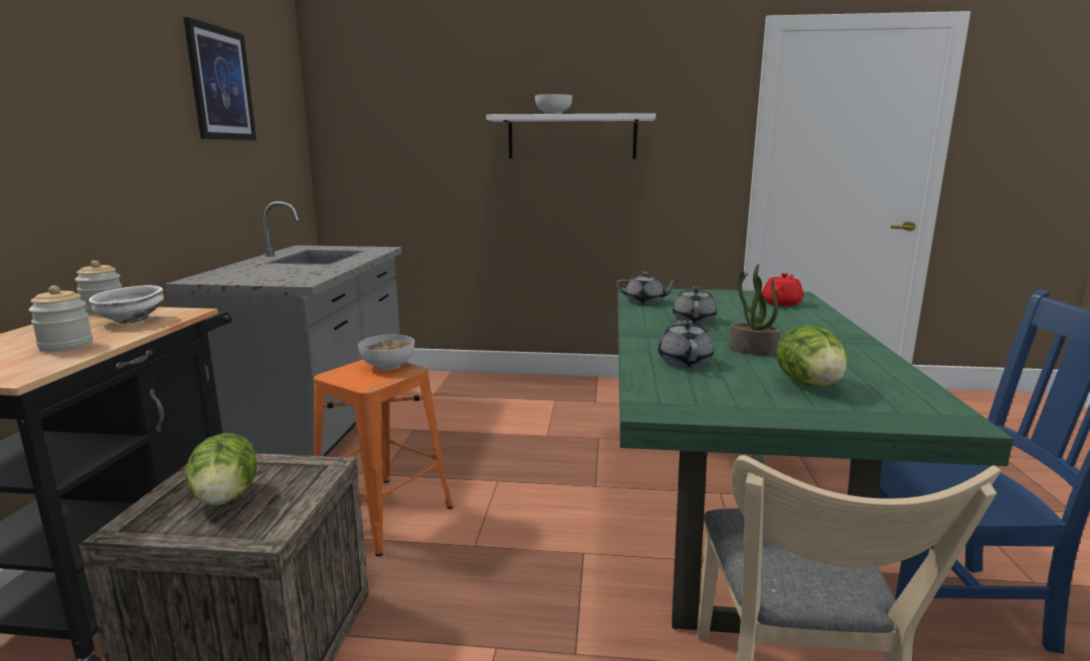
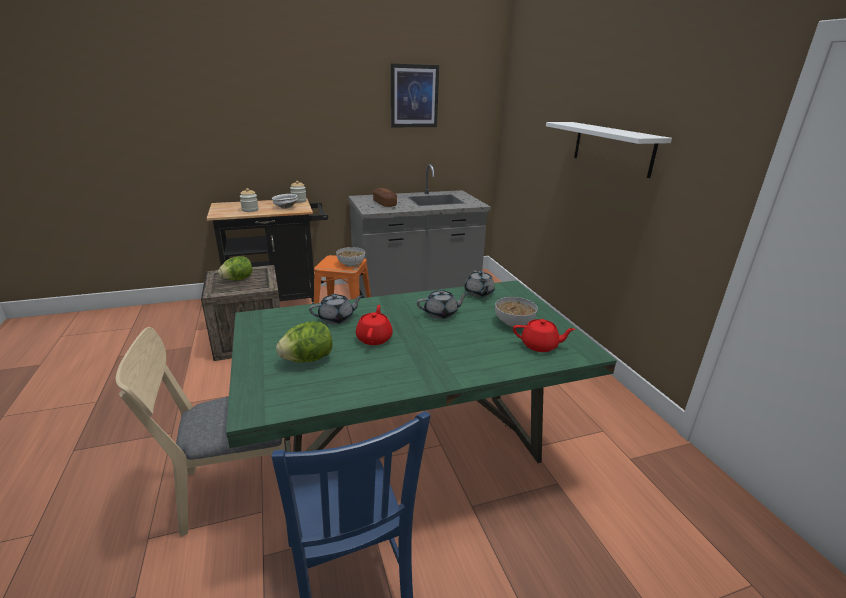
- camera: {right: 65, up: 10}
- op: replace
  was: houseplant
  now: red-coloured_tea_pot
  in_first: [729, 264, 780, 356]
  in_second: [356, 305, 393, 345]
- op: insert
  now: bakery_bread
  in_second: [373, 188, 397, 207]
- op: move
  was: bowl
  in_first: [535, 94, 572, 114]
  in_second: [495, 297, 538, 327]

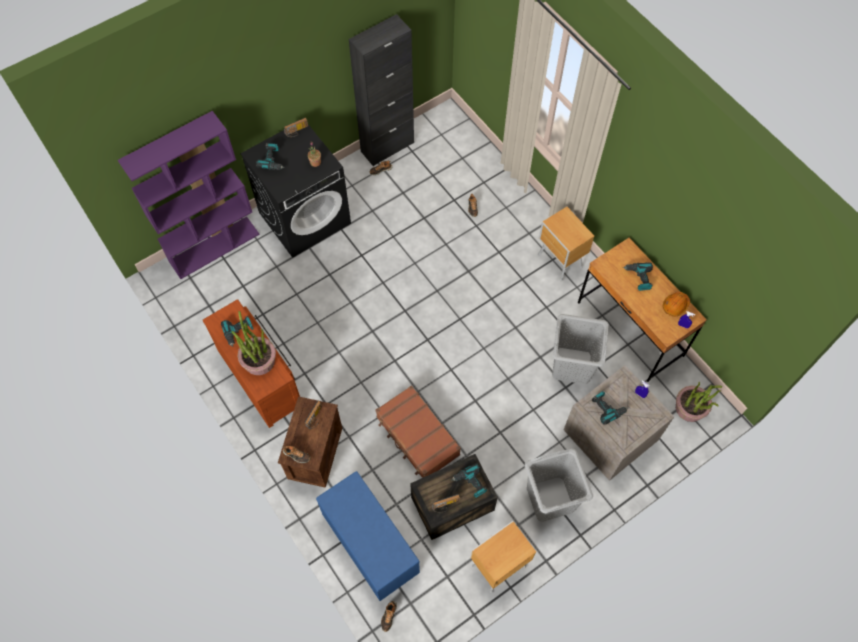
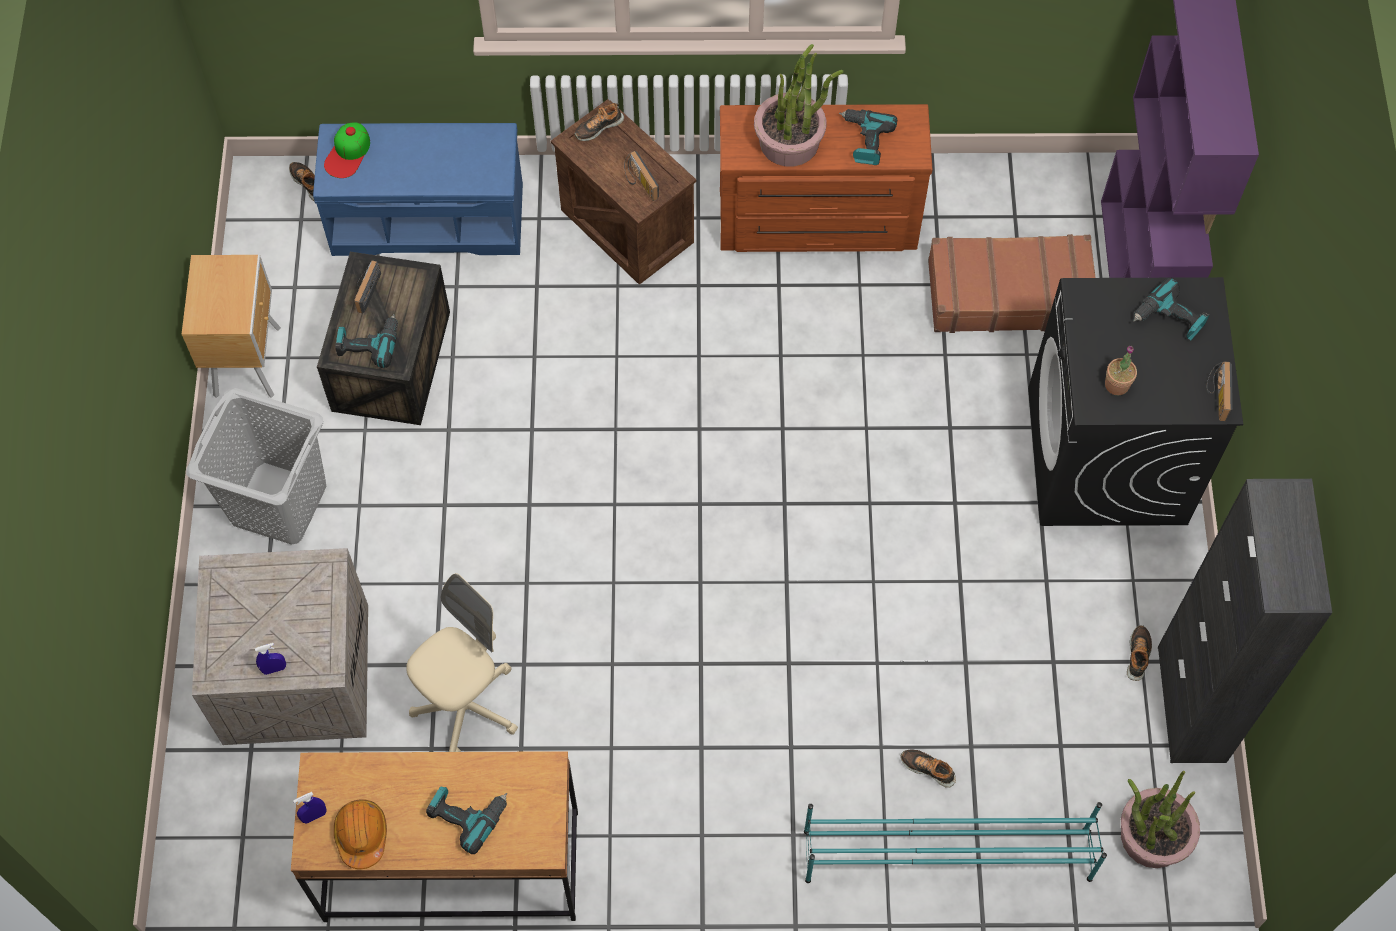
- camera: {right: 125, up: 0}
- op: insert
  now: cap
  in_second: [324, 122, 370, 178]
- op: replace
  was: greyish_laundry_basket
  now: beige_office_chair
  in_first: [552, 314, 609, 384]
  in_second: [406, 573, 518, 752]
- op: insert
  now: turquoise-coloured_shoe_rack
  in_second: [804, 802, 1107, 883]
- op: move
  was: brown_suitcase
  in_first: [376, 385, 461, 478]
  in_second: [928, 234, 1096, 333]
- op: move
  was: houseplant
  in_first: [676, 382, 723, 422]
  in_second: [1121, 771, 1200, 868]
- op: delete
  was: brown_night_table
  in_first: [538, 207, 594, 281]
- op: delete
  was: electric_drill
  in_first: [592, 391, 628, 425]

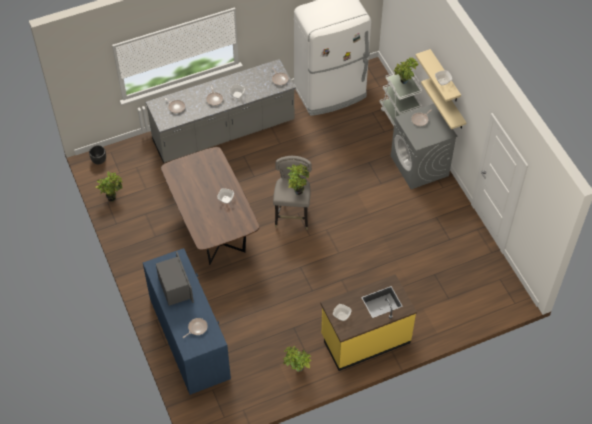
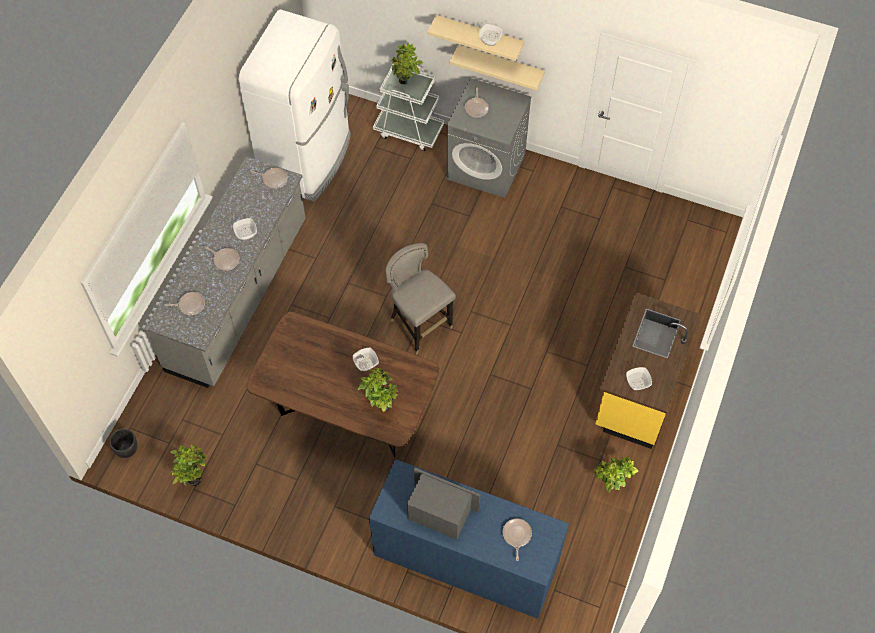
- camera: {right: -45, up: 5}
- op: move
  was: houseplant
  in_first: [286, 163, 309, 195]
  in_second: [358, 368, 398, 412]

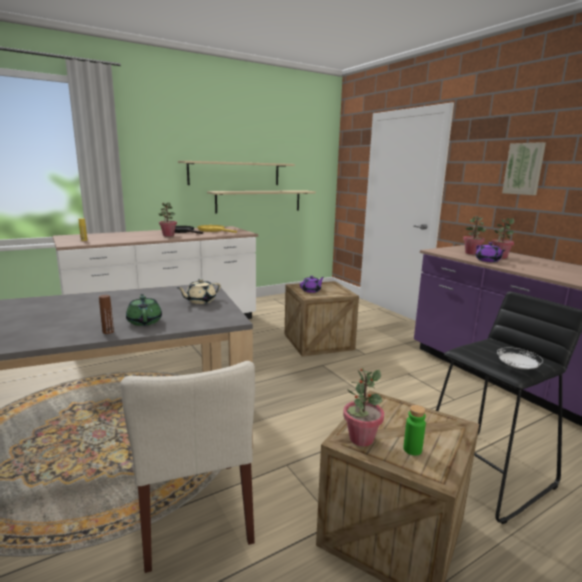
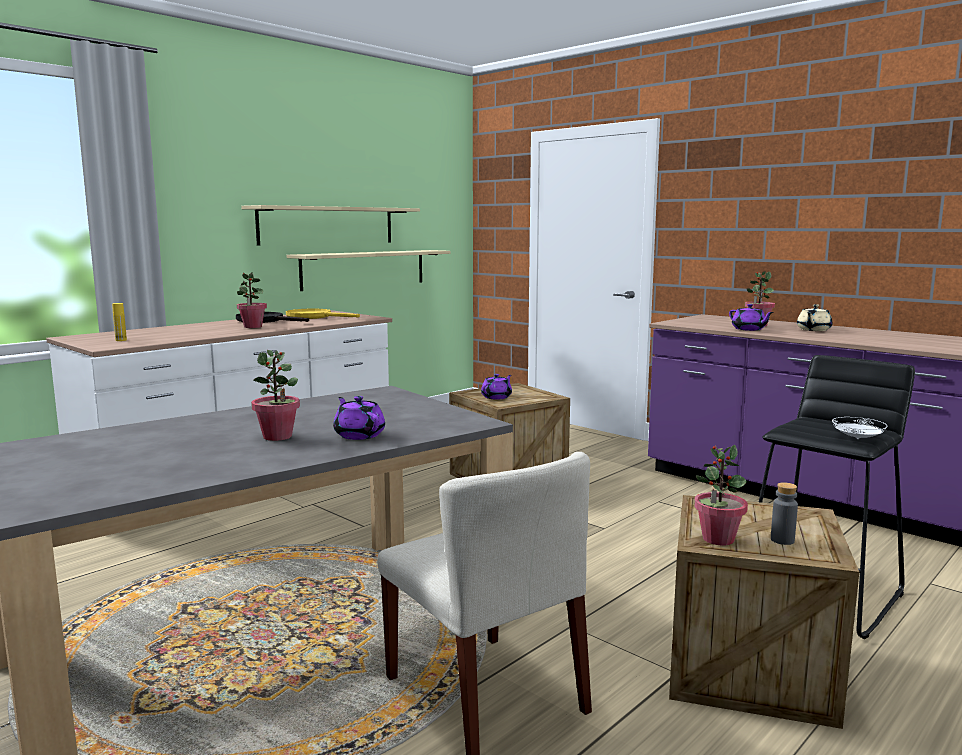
- camera: {right: -15, up: -5}
- op: move
  was: houseplant
  in_first: [463, 215, 486, 255]
  in_second: [251, 350, 300, 441]
- op: recolor
  was: green-coloured_tea_pot
  now: purple-coloured_tea_pot
  in_first: [126, 294, 162, 326]
  in_second: [333, 396, 385, 440]
- op: recolor
  was: green-coloured_drink_bottle
  now: greyish_drink_bottle
  in_first: [403, 405, 426, 456]
  in_second: [771, 482, 798, 545]
- op: move
  was: beige_tea_pot
  in_first: [177, 279, 221, 304]
  in_second: [797, 304, 832, 331]
- op: delete
  was: brown_drink_bottle
  in_first: [99, 295, 114, 334]
- op: delete
  was: wall_picture
  in_first: [502, 142, 546, 195]

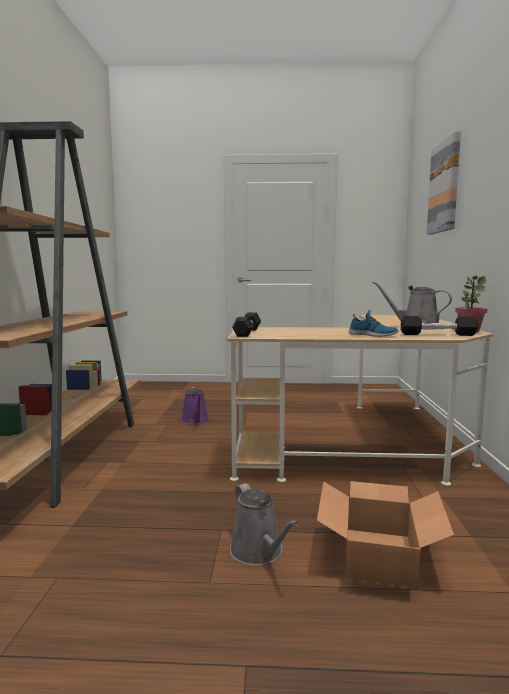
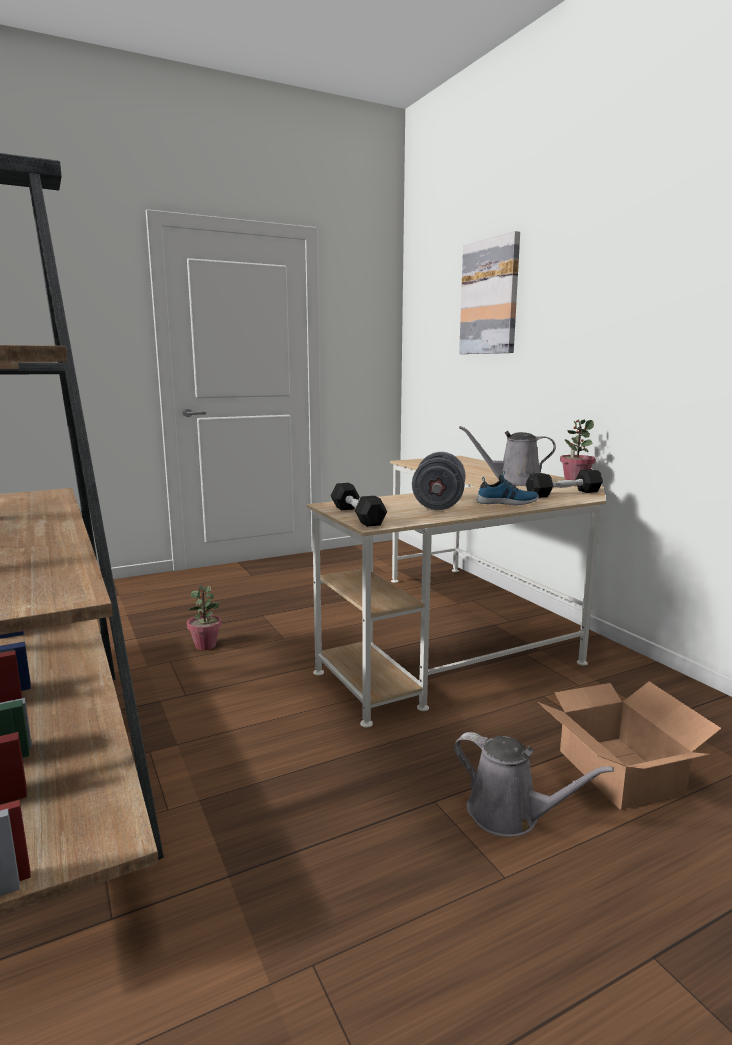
- camera: {right: -30, up: 5}
- op: replace
  was: purple-coloured_sprinkling_can
  now: houseplant
  in_first: [181, 387, 210, 424]
  in_second: [187, 585, 222, 650]
- op: insert
  now: greyish_free_weight
  in_second: [412, 452, 465, 510]

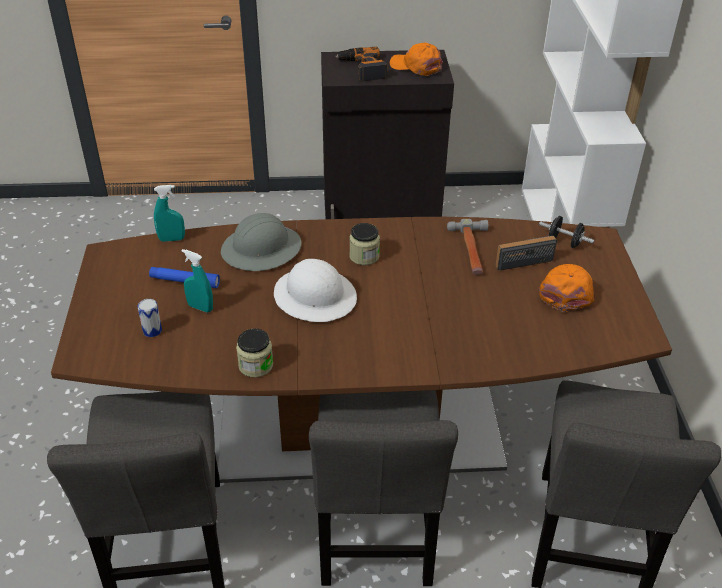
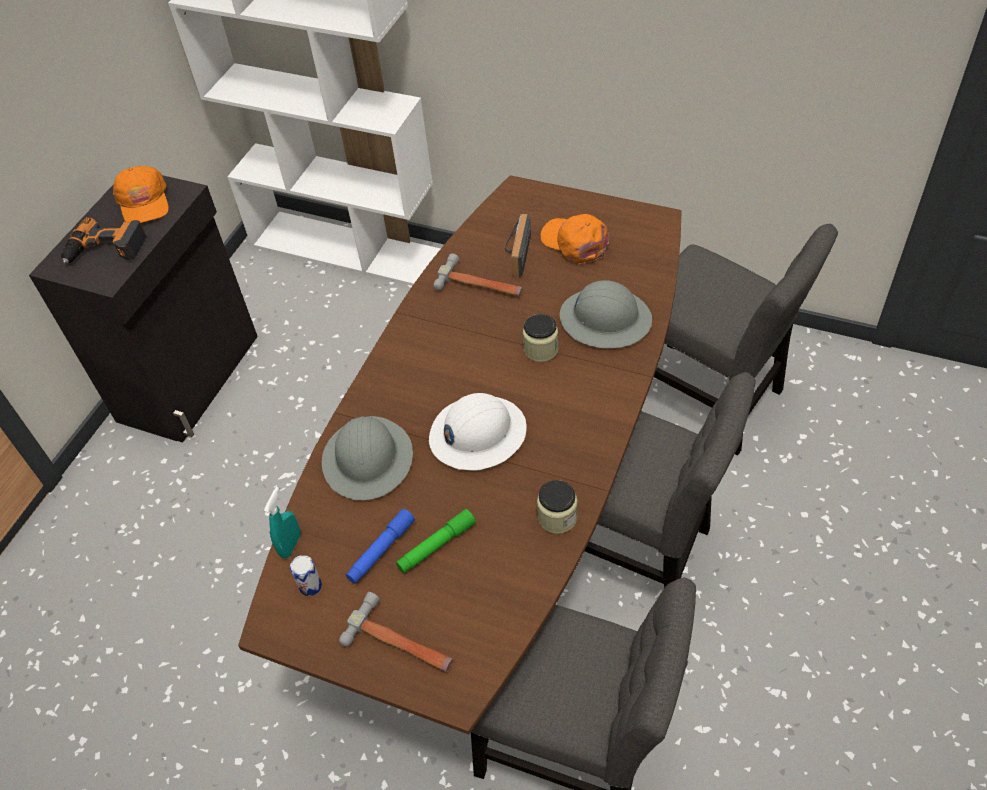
- camera: {right: -60, up: 10}
- op: rotate
  was: orange_cap
  in_first: [390, 43, 443, 76]
  in_second: [113, 166, 168, 223]
  clockwise: -75
- op: move
  was: sealed_can
  in_first: [137, 299, 162, 337]
  in_second: [290, 555, 322, 596]
- op: insert
  now: tool_hammer
  in_second: [339, 592, 453, 672]
- op: replace
  was: turquoise-coloured_sprayer
  now: green-coloured_hand_torch
  in_first: [182, 249, 213, 312]
  in_second: [396, 509, 476, 573]
- op: move
  was: jar
  in_first: [349, 223, 380, 265]
  in_second: [523, 314, 558, 362]
- op: insert
  now: greyish_safety_helmet
  in_second: [560, 280, 652, 348]
- op: delete
  was: black-coloured_free_weight
  in_first: [539, 216, 595, 248]

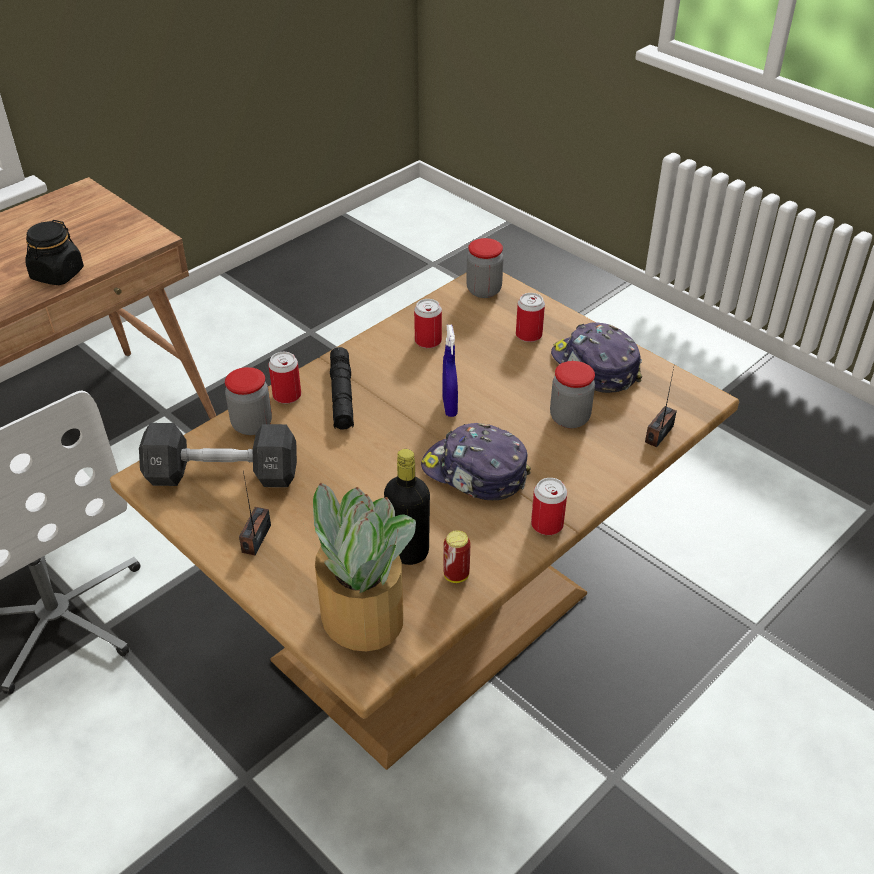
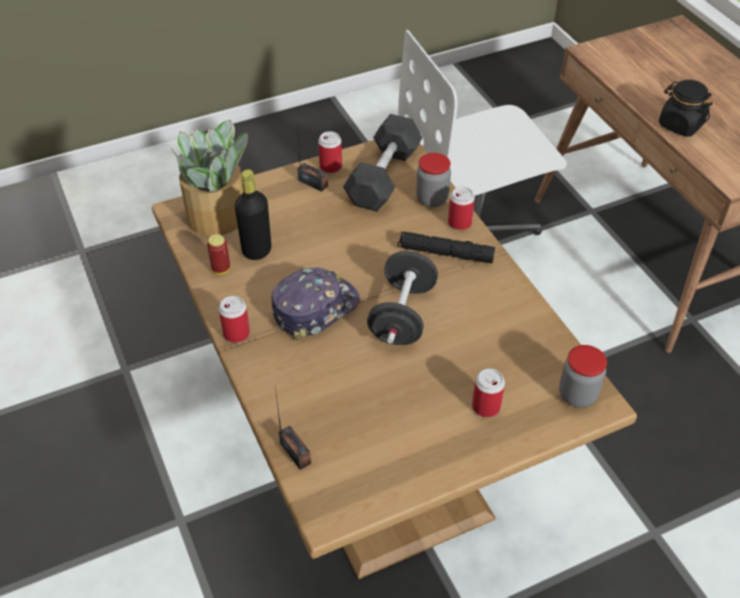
- camera: {right: 110, up: 5}
- op: move
  was: sealed_can
  in_first: [414, 299, 442, 348]
  in_second: [318, 131, 342, 173]
- op: replace
  was: bluish_sprayer
  now: black-coloured_free_weight
  in_first: [442, 325, 458, 417]
  in_second: [367, 251, 438, 345]
- op: delete
  was: jar
  in_first: [550, 361, 595, 428]
- op: delete
  was: cap
  in_first: [551, 322, 642, 393]

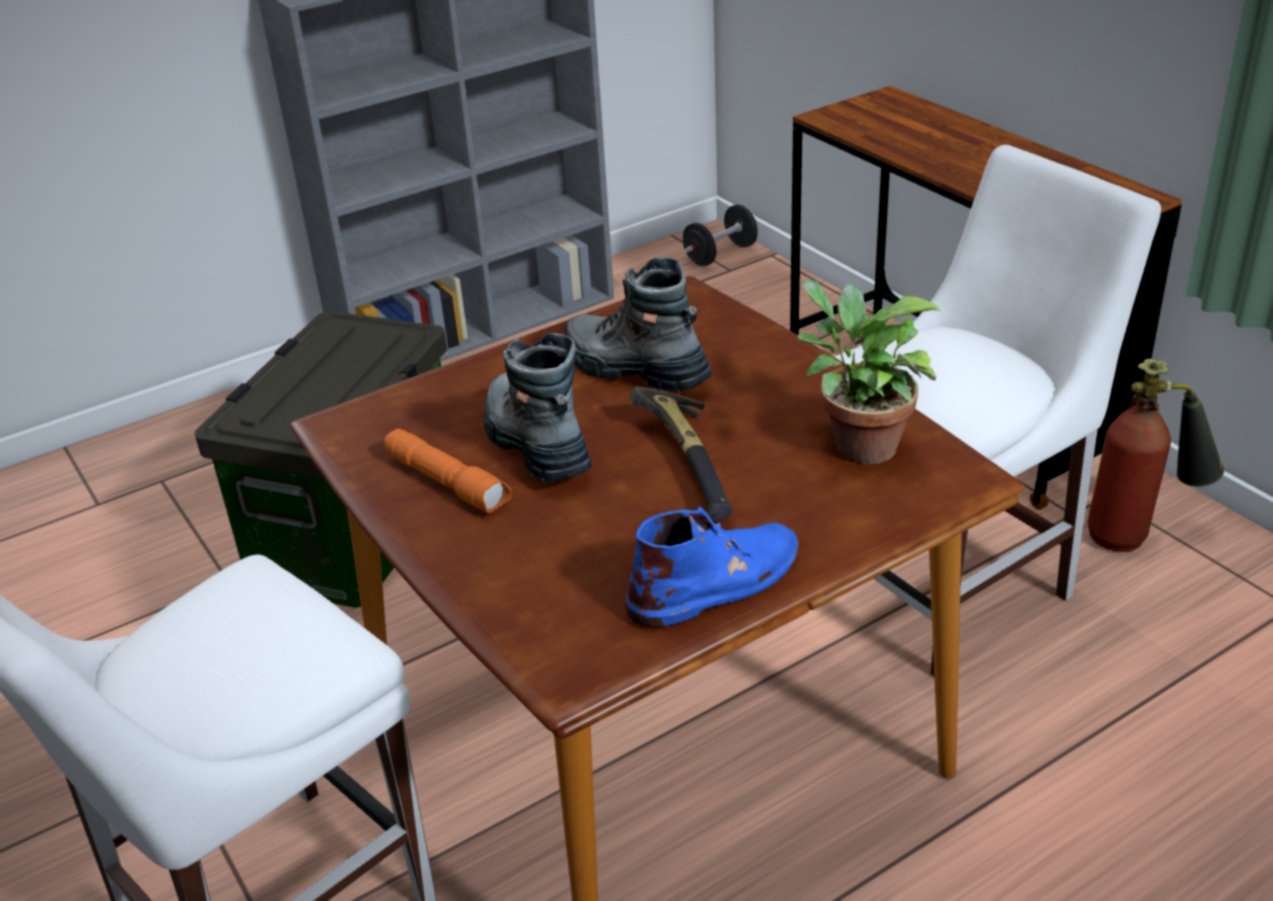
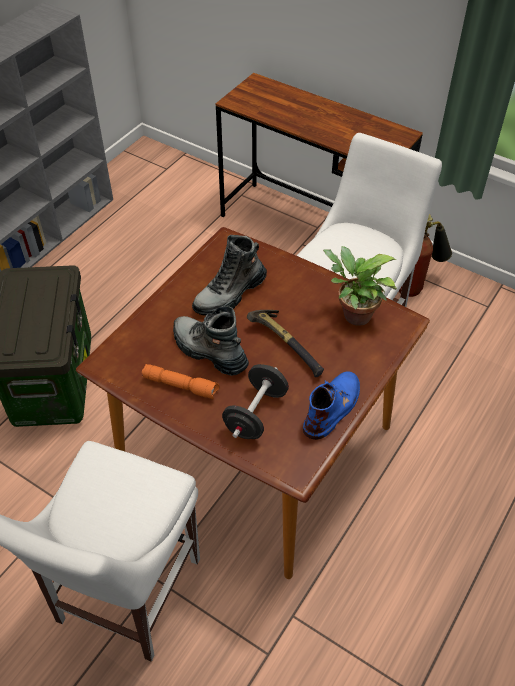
- camera: {right: -25, up: 15}
- op: rotate
  was: boot
  in_first: [564, 257, 712, 392]
  in_second: [192, 235, 267, 316]
  clockwise: -60
- op: move
  was: black-coloured_free_weight
  in_first: [683, 205, 758, 266]
  in_second: [222, 364, 289, 439]

